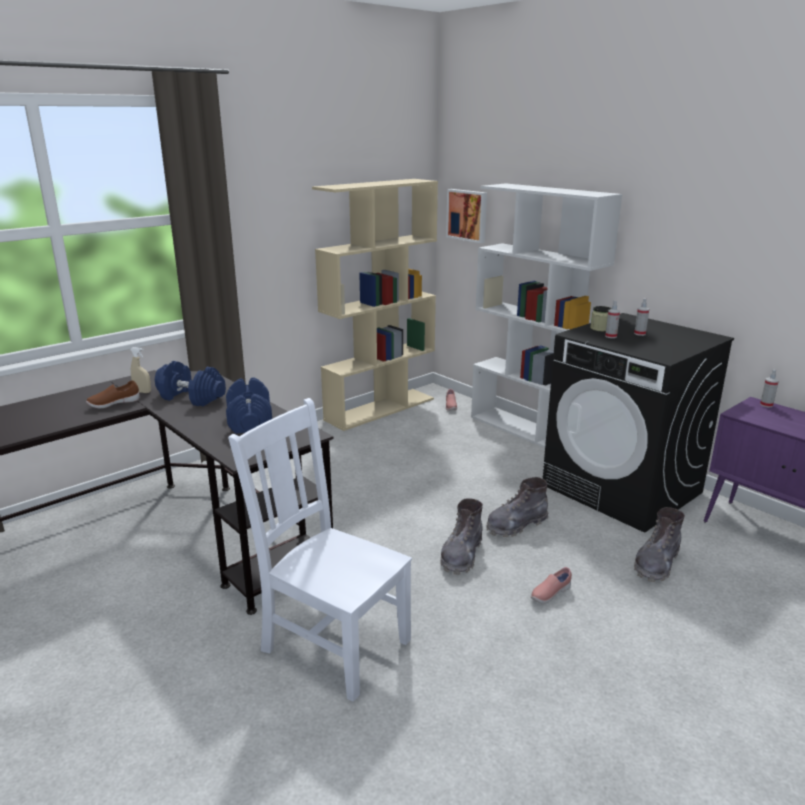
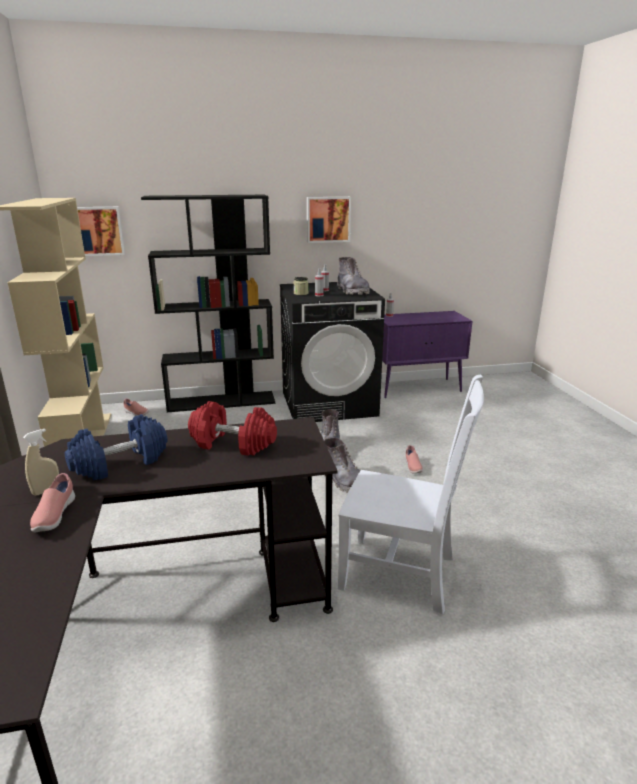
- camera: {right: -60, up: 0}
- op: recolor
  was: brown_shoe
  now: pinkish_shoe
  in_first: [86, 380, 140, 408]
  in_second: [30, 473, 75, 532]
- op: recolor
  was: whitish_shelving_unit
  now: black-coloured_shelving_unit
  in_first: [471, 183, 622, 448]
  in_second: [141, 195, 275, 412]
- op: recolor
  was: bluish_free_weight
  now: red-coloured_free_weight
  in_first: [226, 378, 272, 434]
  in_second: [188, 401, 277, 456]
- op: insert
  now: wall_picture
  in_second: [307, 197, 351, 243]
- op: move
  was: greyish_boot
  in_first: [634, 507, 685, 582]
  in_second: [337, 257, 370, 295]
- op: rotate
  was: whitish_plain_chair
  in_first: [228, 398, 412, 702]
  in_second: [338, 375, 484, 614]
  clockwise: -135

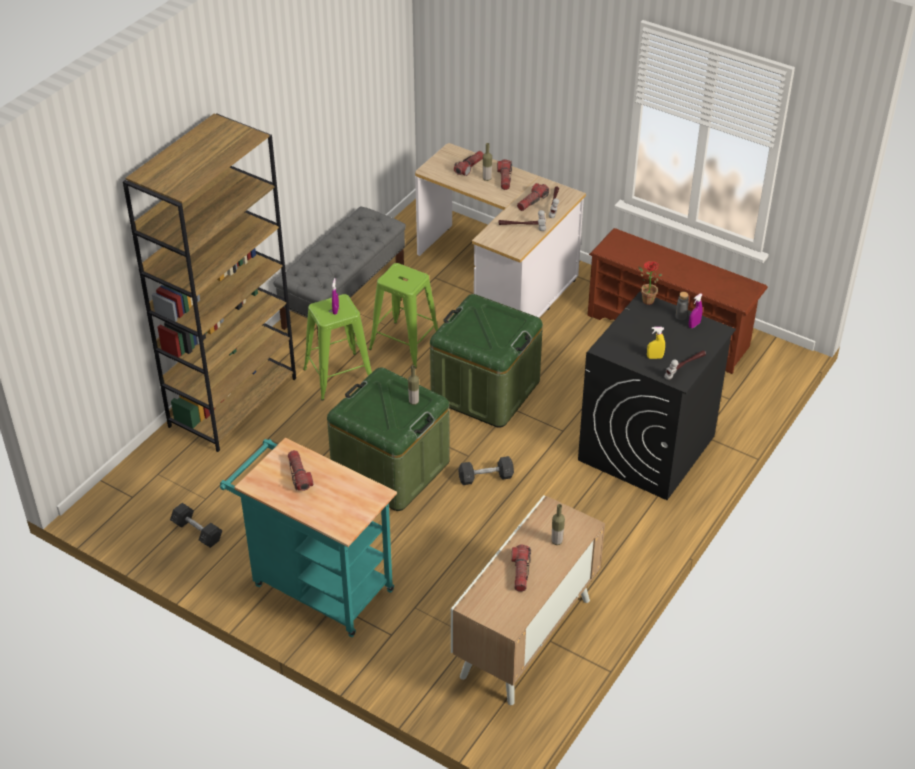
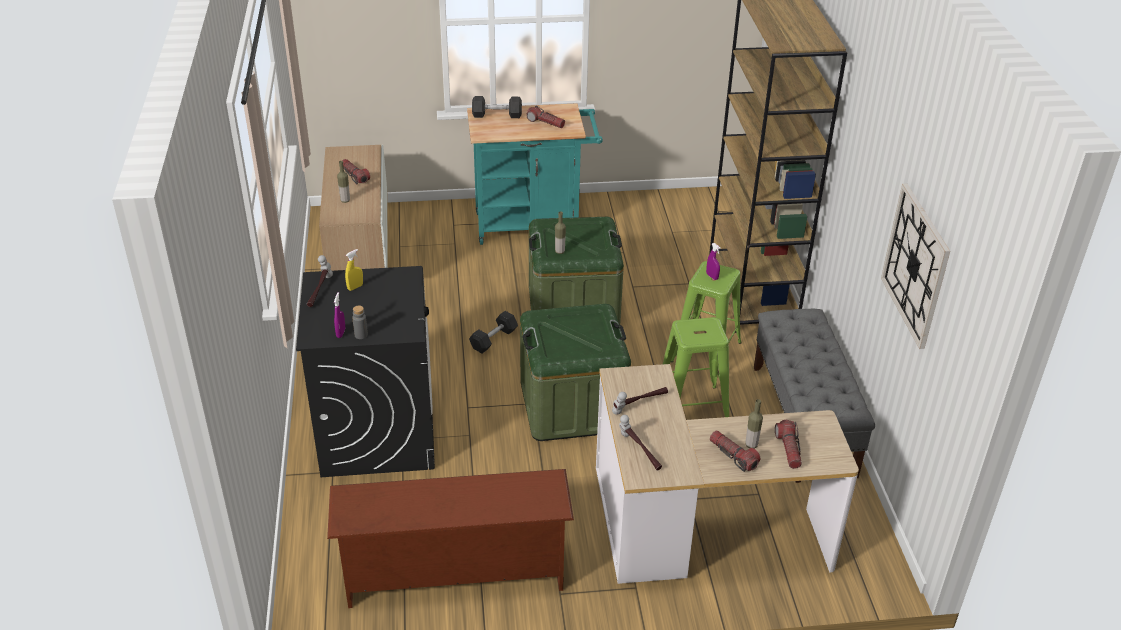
- camera: {right: 140, up: -5}
- op: move
  was: greyish_free_weight
  in_first: [170, 503, 222, 548]
  in_second: [472, 96, 522, 118]
- op: insert
  now: clock_on_the_wall
  in_second: [881, 184, 950, 349]
- op: delete
  was: hand_torch
  in_first: [517, 183, 549, 211]
- op: delete
  was: houseplant
  in_first: [638, 261, 662, 305]

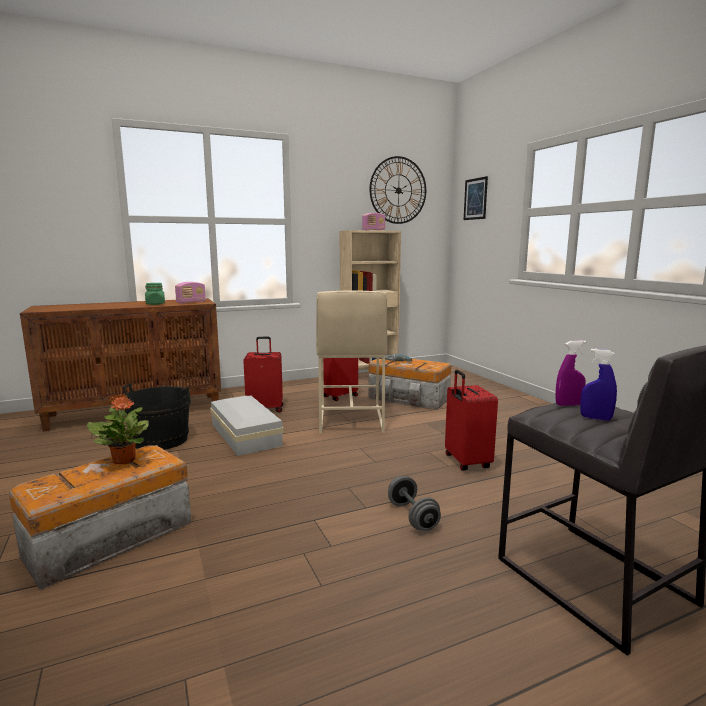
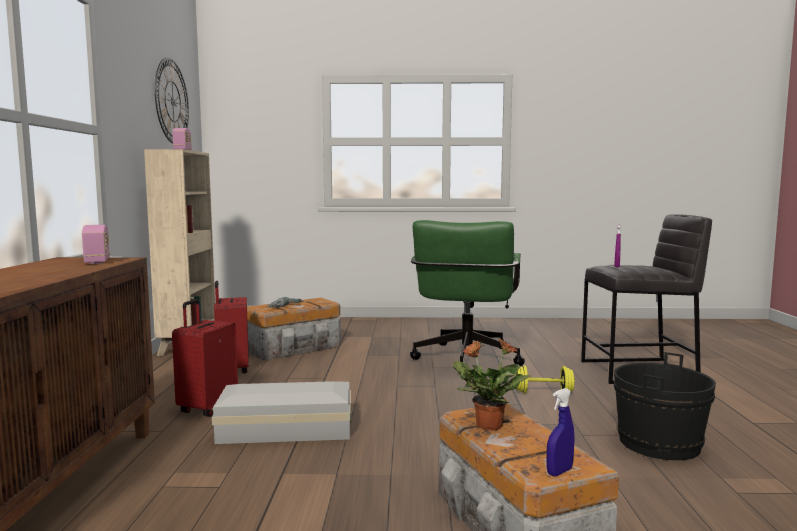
- camera: {right: -65, up: -5}
- op: replace
  was: red-coloured_suitcase
  now: green-coloured_office_chair
  in_first: [445, 370, 498, 471]
  in_second: [410, 220, 525, 366]
- op: recolor
  was: greyish_free_weight
  now: yellow_free_weight
  in_first: [388, 476, 441, 531]
  in_second: [516, 365, 575, 393]
- op: move
  was: bluish_sprayer
  in_first: [580, 349, 617, 421]
  in_second: [546, 388, 575, 476]
- op: move
  was: black-coloured_pail
  in_first: [123, 384, 191, 450]
  in_second: [614, 352, 716, 460]
- op: delete
  was: green-coloured_jar
  in_first: [145, 283, 165, 305]
- op: delete
  was: beige_stool_seat
  in_first: [316, 290, 387, 434]
- op: delete
  was: wall_picture
  in_first: [464, 176, 488, 220]

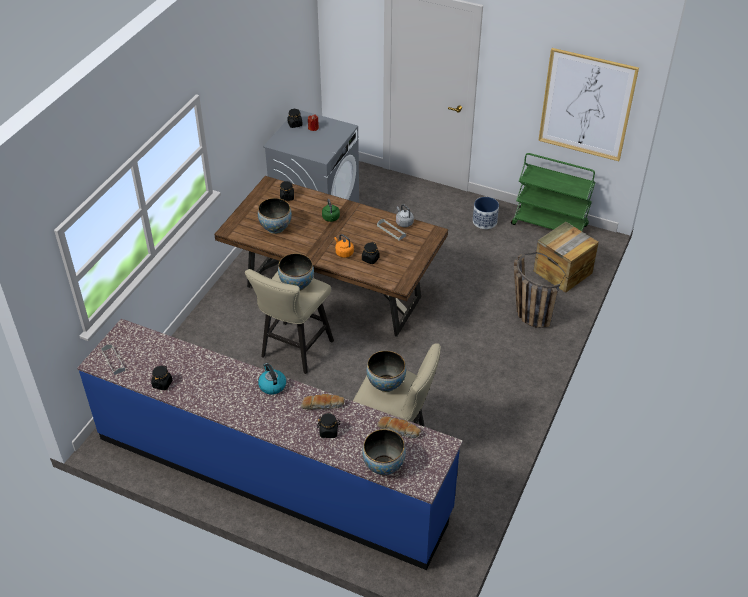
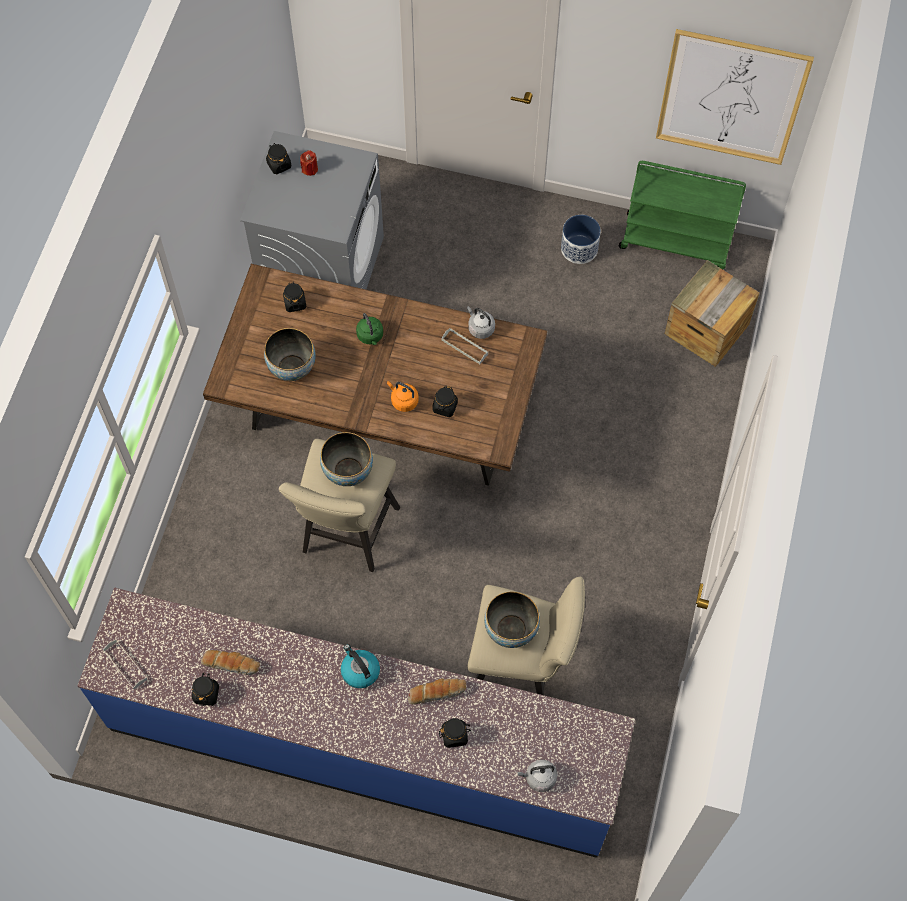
- camera: {right: -10, up: 20}
- op: move
  was: bakery_bread
  in_first: [377, 417, 421, 438]
  in_second: [201, 650, 260, 675]
- op: replace
  was: bowl
  now: greyish_tea_kettle
  in_first: [362, 429, 406, 475]
  in_second: [517, 759, 557, 792]
- op: delete
  was: storage_basket
  in_first: [513, 252, 566, 328]

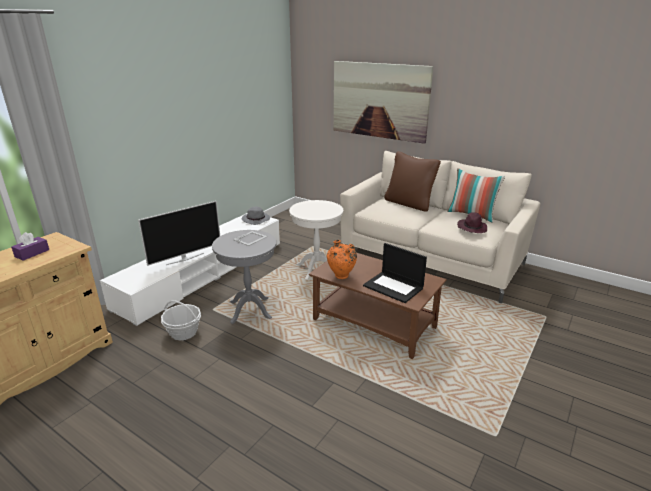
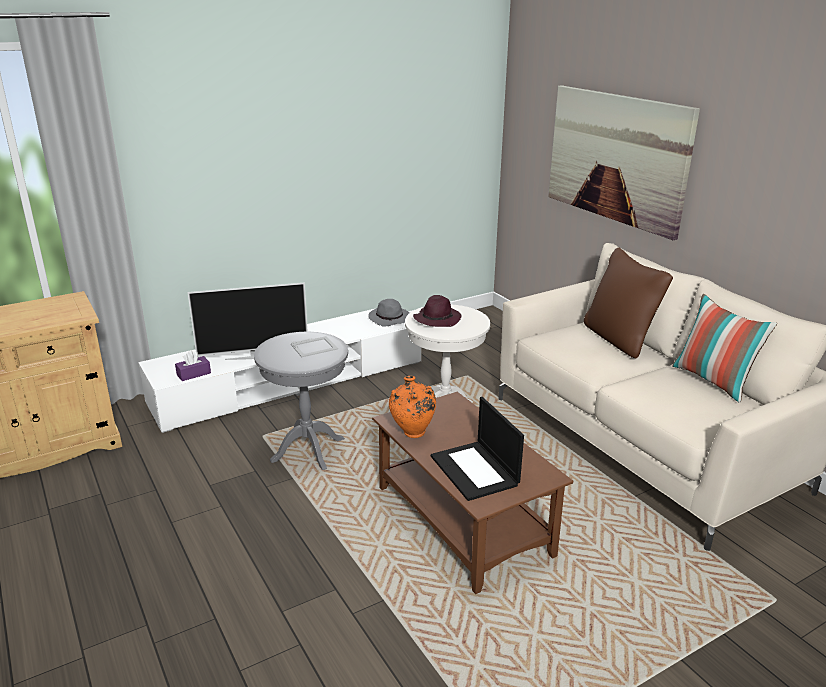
- camera: {right: 25, up: 0}
- op: move
  was: purple-coloured_box_of_tissues
  in_first: [11, 232, 49, 261]
  in_second: [175, 351, 211, 381]
- op: move
  was: purple-coloured_hat
  in_first: [457, 212, 487, 233]
  in_second: [413, 295, 462, 327]
- op: delete
  was: storage_basket
  in_first: [161, 300, 201, 341]

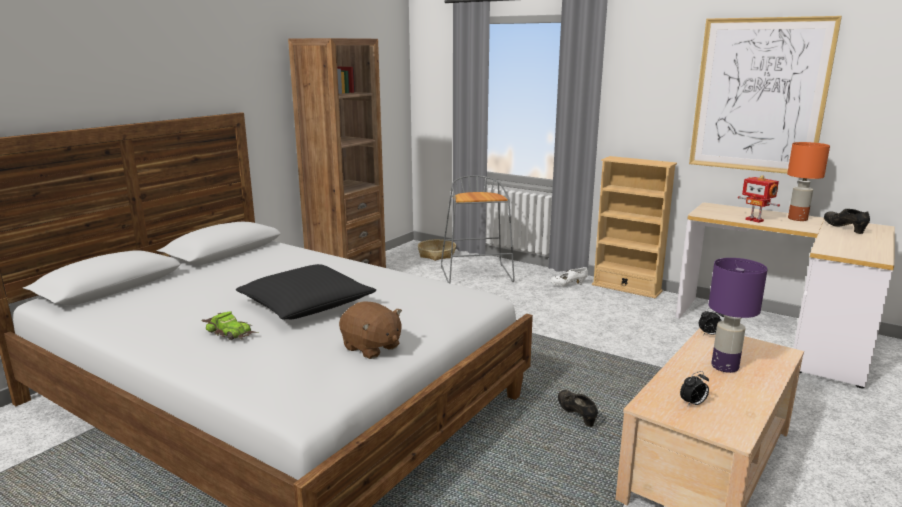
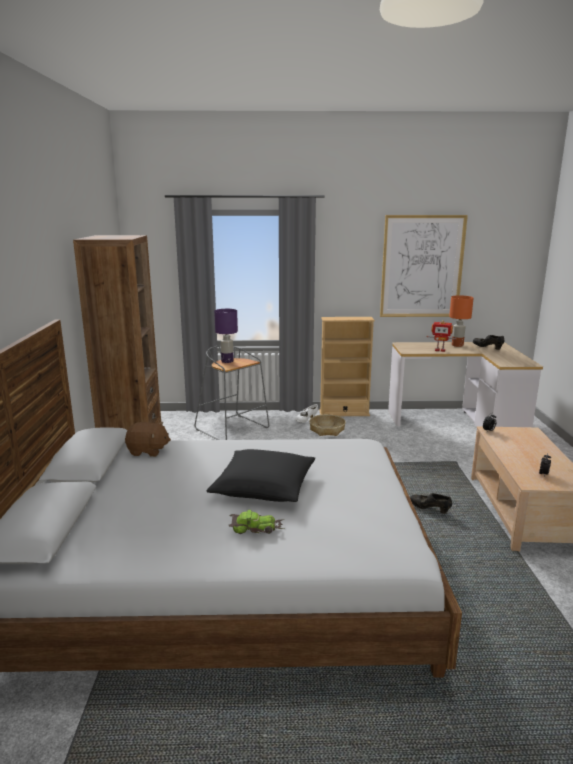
- camera: {right: -35, up: 0}
- op: move
  was: brown_cuddly_toy
  in_first: [339, 301, 402, 359]
  in_second: [125, 422, 171, 457]
- op: move
  was: purple-coloured_lamp_for_a_table
  in_first: [708, 258, 768, 373]
  in_second: [214, 309, 238, 363]
- op: move
  was: storage_basket
  in_first: [418, 239, 456, 261]
  in_second: [309, 414, 346, 436]

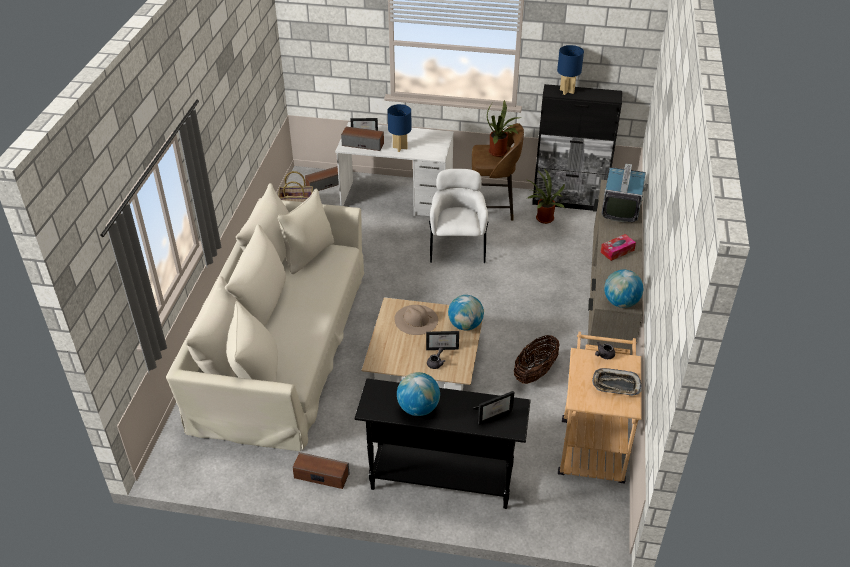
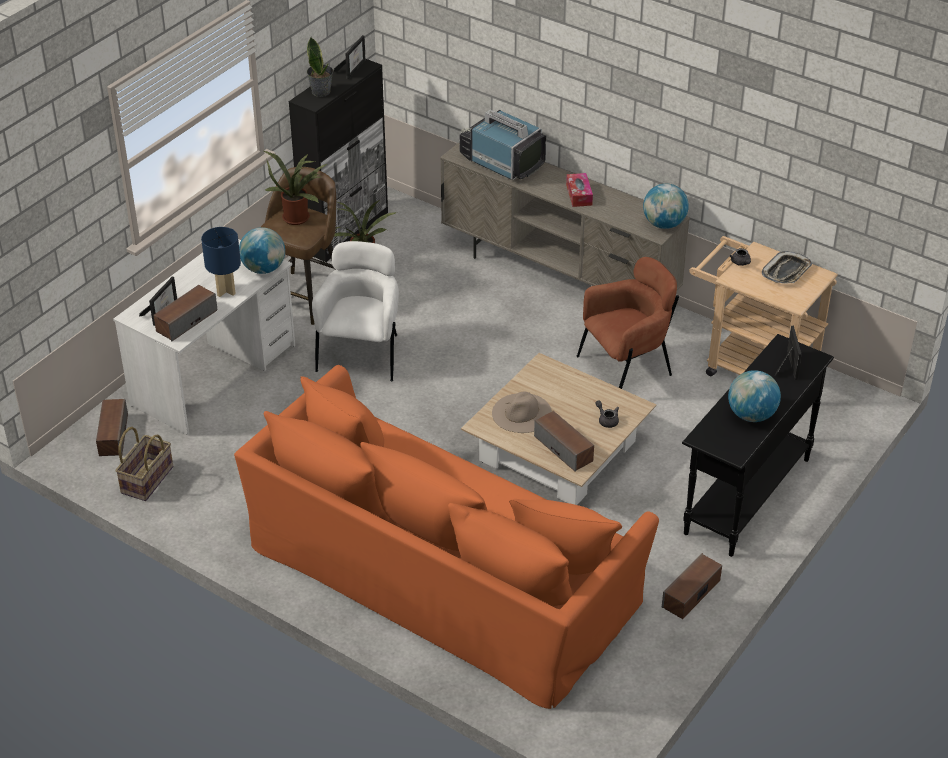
- camera: {right: -65, up: 0}
- op: recolor
  was: beige_settee
  now: orange_settee
  in_first: [166, 183, 364, 451]
  in_second: [234, 365, 659, 709]
- op: move
  was: world_globe
  in_first: [448, 295, 484, 330]
  in_second: [239, 227, 285, 274]
- op: replace
  was: bluish_lamp_for_a_table
  now: houseplant
  in_first: [557, 45, 584, 95]
  in_second: [307, 37, 333, 97]
- op: rotate
  was: whitish_armchair
  in_first: [429, 169, 488, 263]
  in_second: [312, 241, 399, 382]
  clockwise: 75
- op: move
  was: picture_frame
  in_first: [426, 331, 459, 350]
  in_second: [333, 35, 366, 79]
- op: insert
  now: speaker
  in_second: [534, 411, 594, 472]
- op: replace
  was: storage_basket
  now: brown_armchair
  in_first: [514, 335, 559, 384]
  in_second: [577, 257, 679, 389]

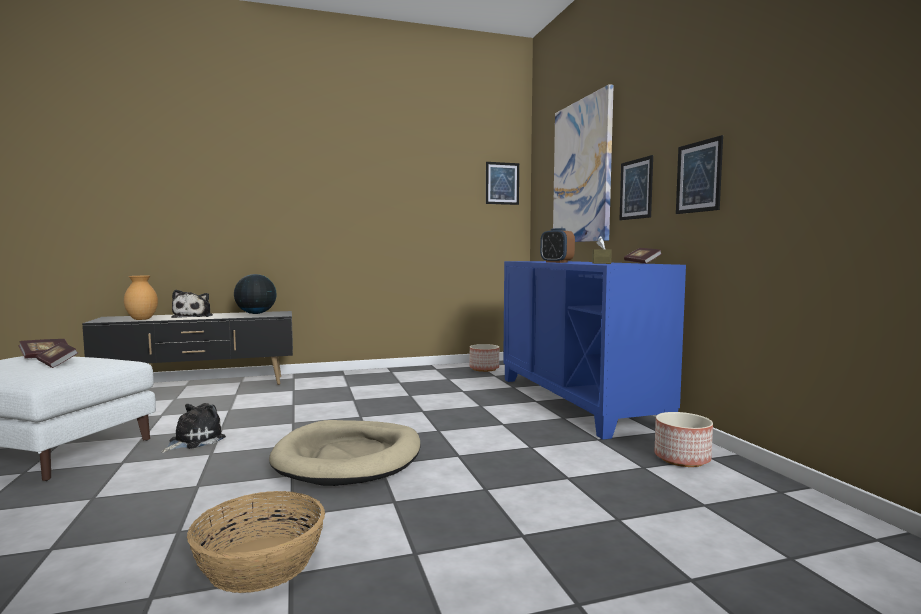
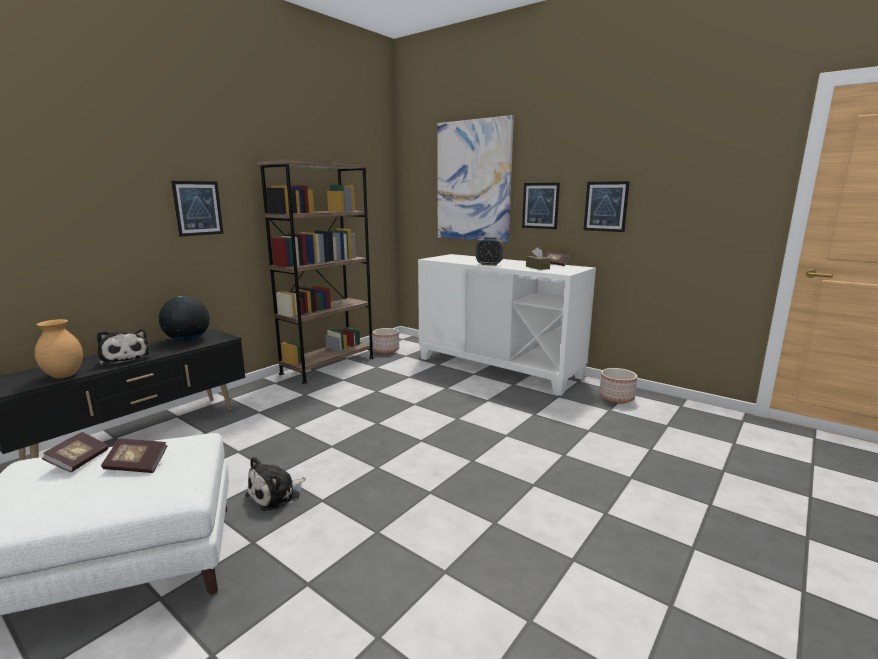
- camera: {right: -35, up: 10}
- op: move
  was: wall_picture
  in_first: [486, 162, 519, 205]
  in_second: [171, 181, 224, 237]
- op: rotate
  was: cuddly_toy
  in_first: [161, 403, 226, 453]
  in_second: [245, 456, 306, 511]
  clockwise: -135
- op: insert
  now: brown_shelving_unit
  in_second: [257, 159, 374, 384]
- op: recolor
  was: bluish_cupboard
  now: whitish_cupboard
  in_first: [503, 261, 686, 440]
  in_second: [418, 254, 596, 396]
- op: delete
  was: storage_basket
  in_first: [187, 491, 325, 593]
- op: delete
  was: beige_dog_cushion
  in_first: [269, 420, 420, 486]

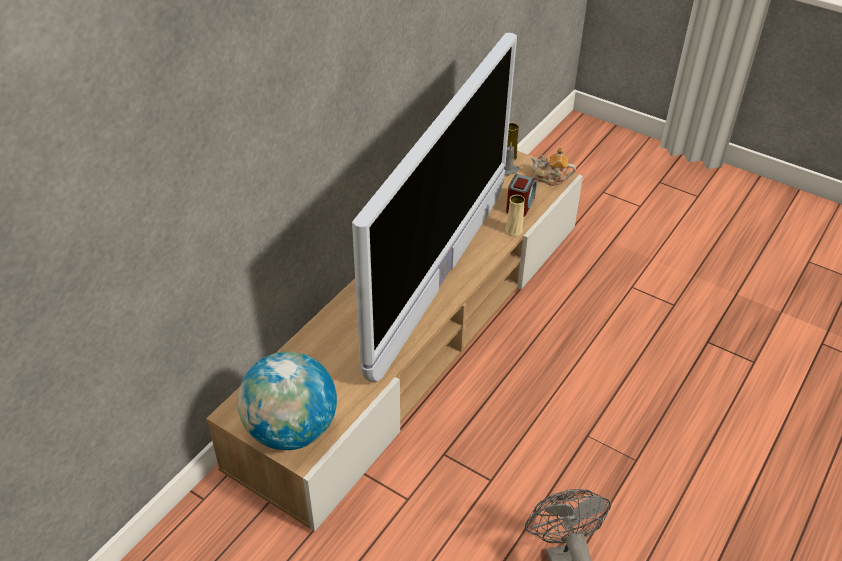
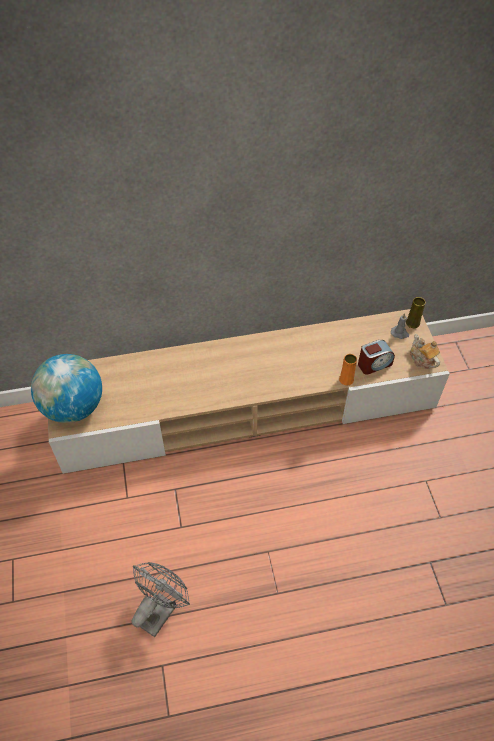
- camera: {right: 45, up: 10}
- op: recolor
  was: beige_decorative_vase
  now: orange_decorative_vase
  in_first: [506, 195, 525, 236]
  in_second: [339, 354, 357, 385]
- op: delete
  was: TV_set
  in_first: [352, 33, 517, 383]

